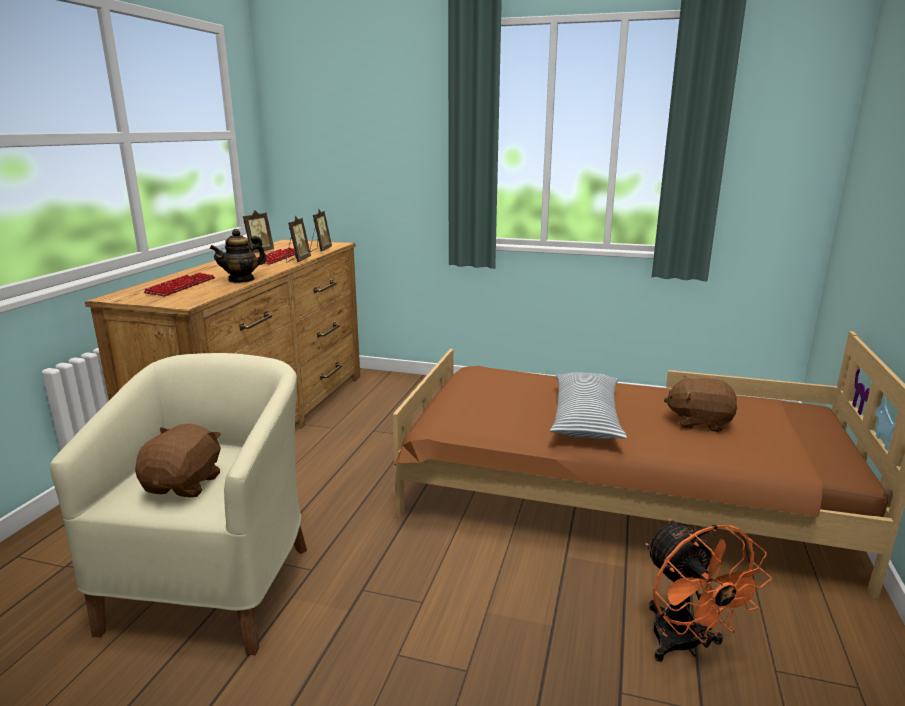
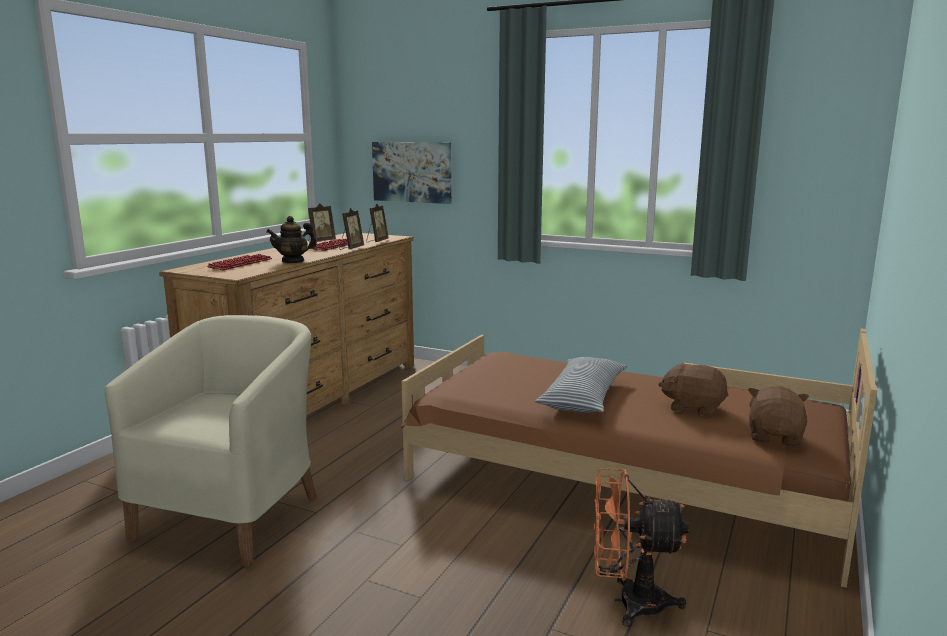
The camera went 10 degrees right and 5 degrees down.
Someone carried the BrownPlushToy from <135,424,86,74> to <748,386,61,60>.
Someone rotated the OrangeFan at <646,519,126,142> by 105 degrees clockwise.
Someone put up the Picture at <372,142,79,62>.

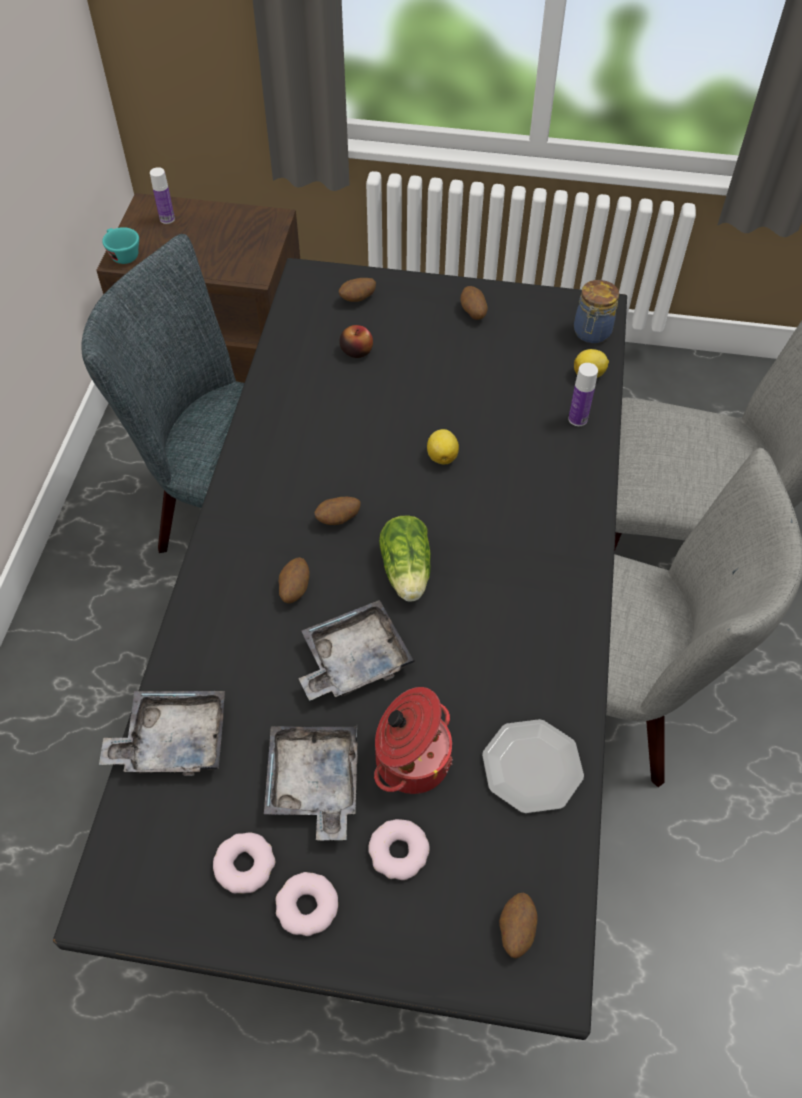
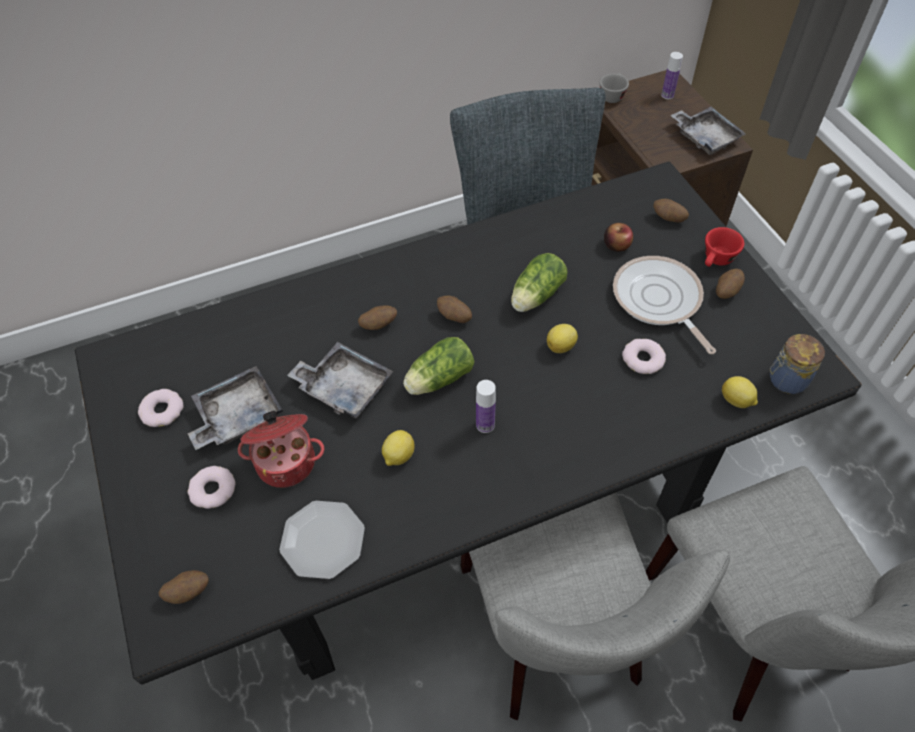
The camera went 60 degrees right and 0 degrees up.
Someone repainted the TurquoiseCup at <102,227,37,37>, which became the GreyCup at <599,73,30,30>.
Someone carried the Bottle from <568,363,30,63> to <476,380,20,53>.
Someone carried the GreyTray from <99,691,126,85> to <670,107,76,48>.
Someone carried the Donut from <275,872,63,64> to <622,339,44,35>.
Someone put down the RedCup at <705,227,39,40>.
Someone put down the Lettuce at <511,253,56,59>.
Someone put down the FryingPan at <613,256,103,98>.
Someone put down the Lemon at <382,430,33,36>.

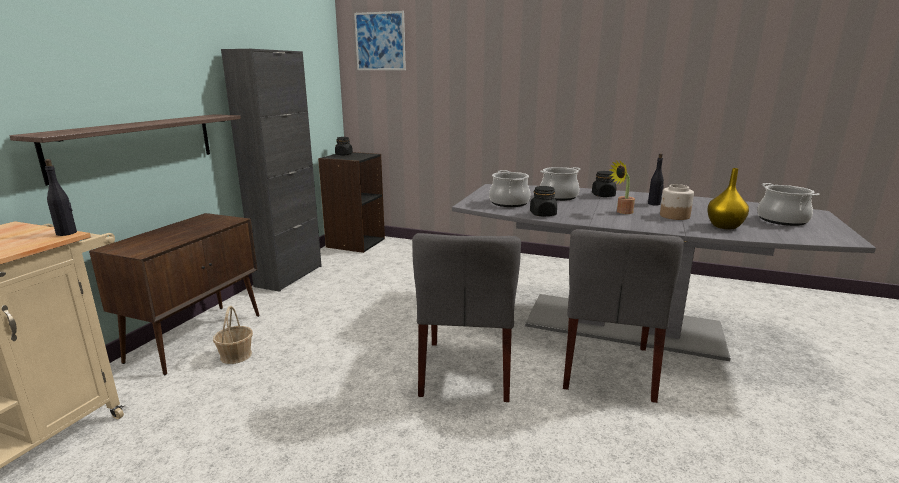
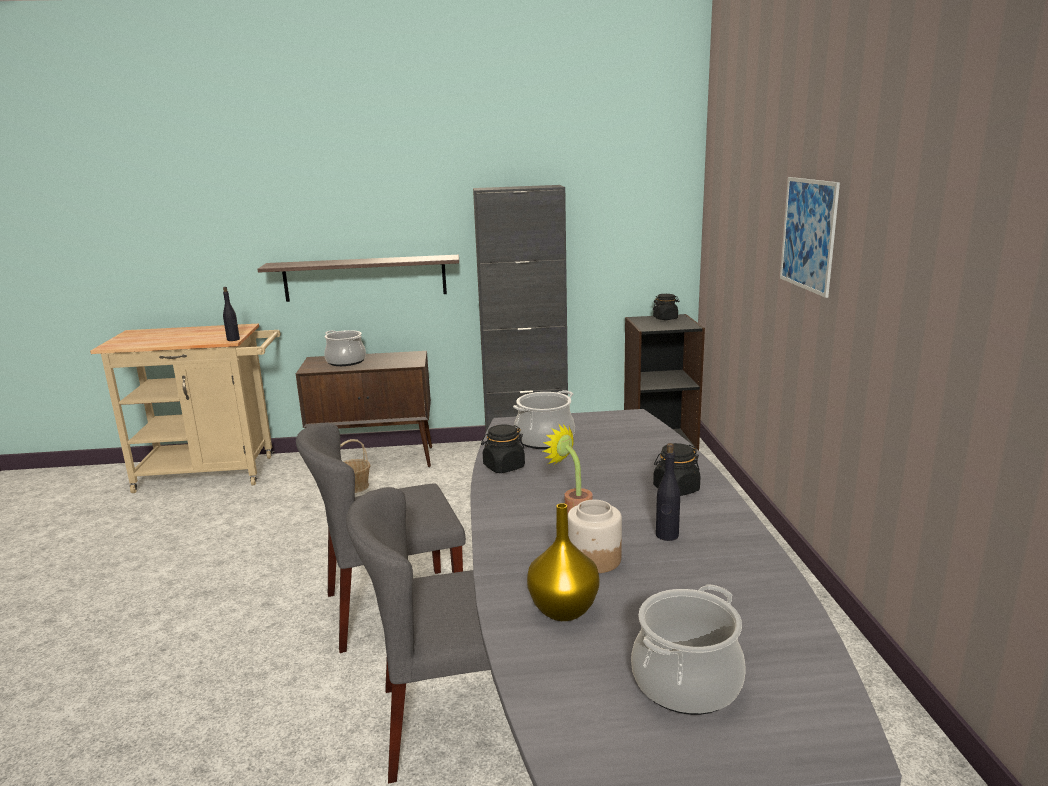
The camera went 65 degrees right and 0 degrees up.
Someone carried the Picture from <354,11,52,59> to <780,177,60,121>.
Someone carried the CookingPot from <540,167,41,34> to <324,330,42,36>.

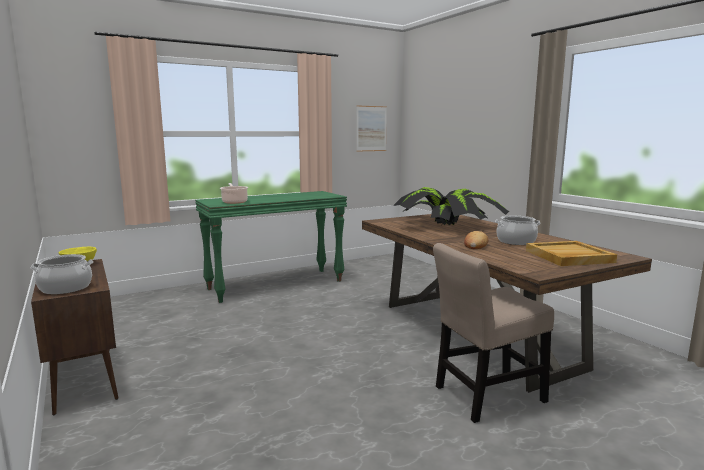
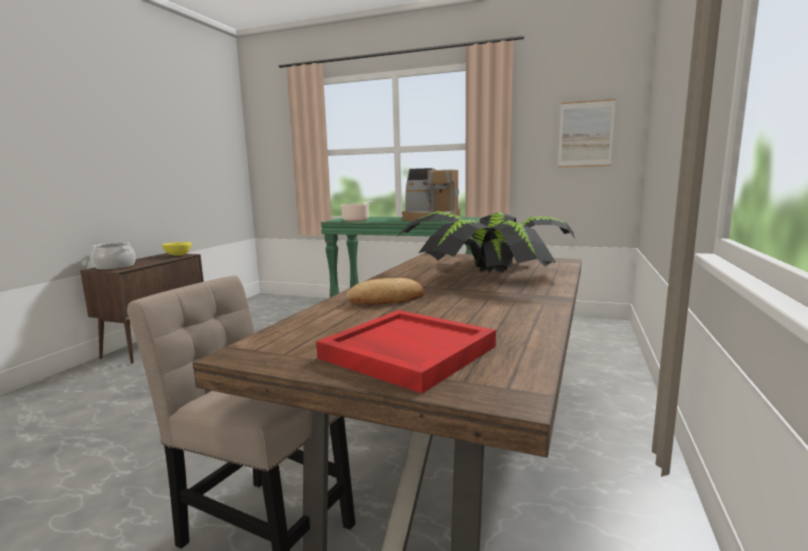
The camera went 50 degrees right and 0 degrees up.
Someone took away the CookingPot at <495,216,46,29>.
Someone repainted the BeigeTray at <526,241,91,25>, which became the RedTray at <316,310,180,83>.
Someone put down the CoffeeMachine at <402,168,58,54>.

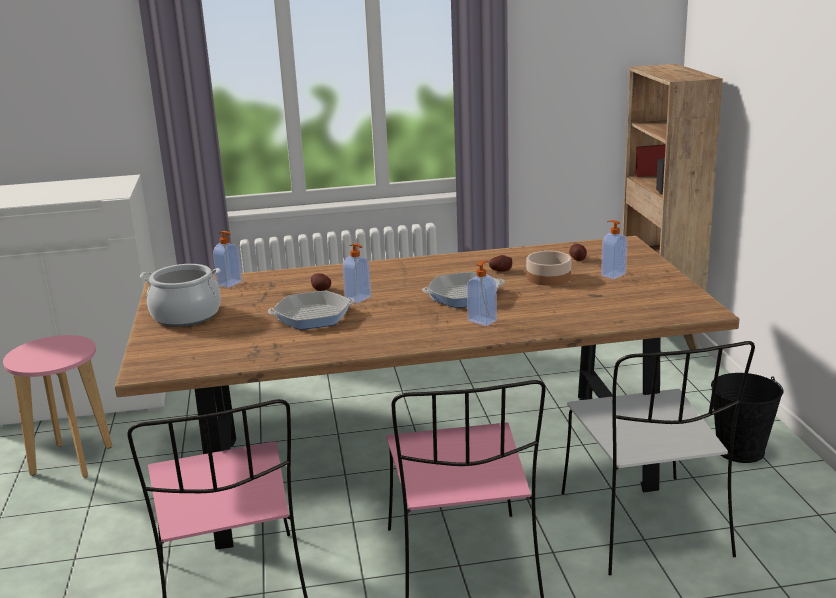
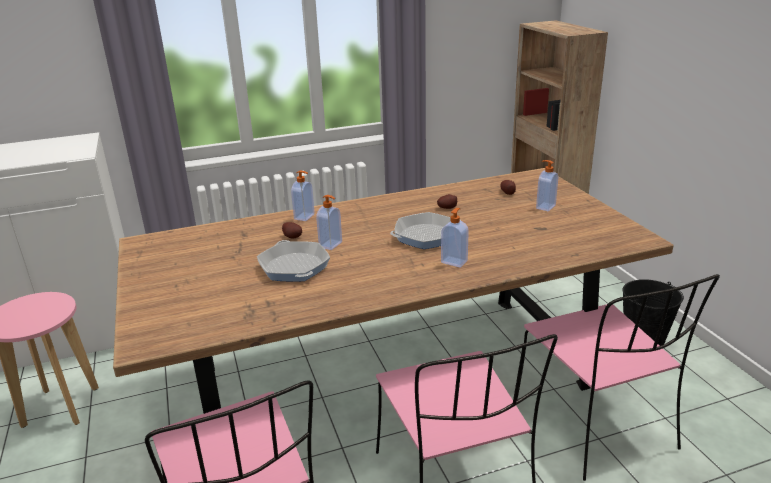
The camera went 10 degrees left and 5 degrees up.
Someone carried the SoapDispenser from <213,231,29,57> to <291,171,24,50>.
Someone took away the Bowl at <527,251,44,35>.
Someone took away the CookingPot at <140,264,81,63>.
Someone rotated the FryingPan at <268,291,87,39> by 90 degrees clockwise.
Someone repainted the WhiteChair at <561,341,194,234>, which became the PinkChair at <517,274,203,207>.

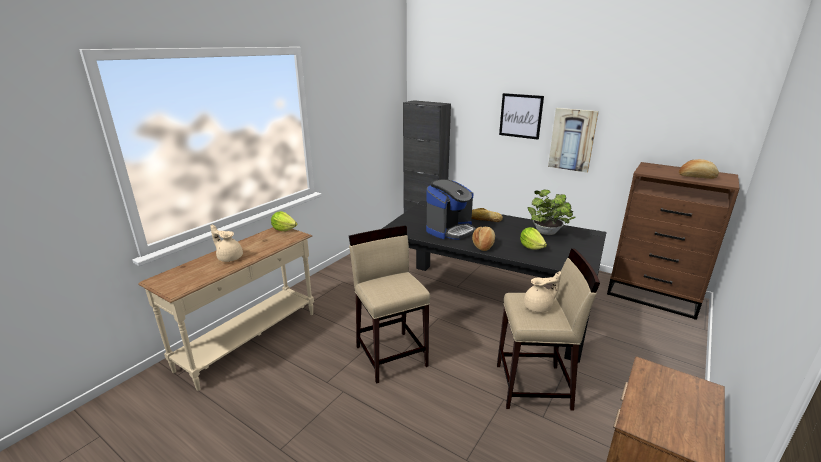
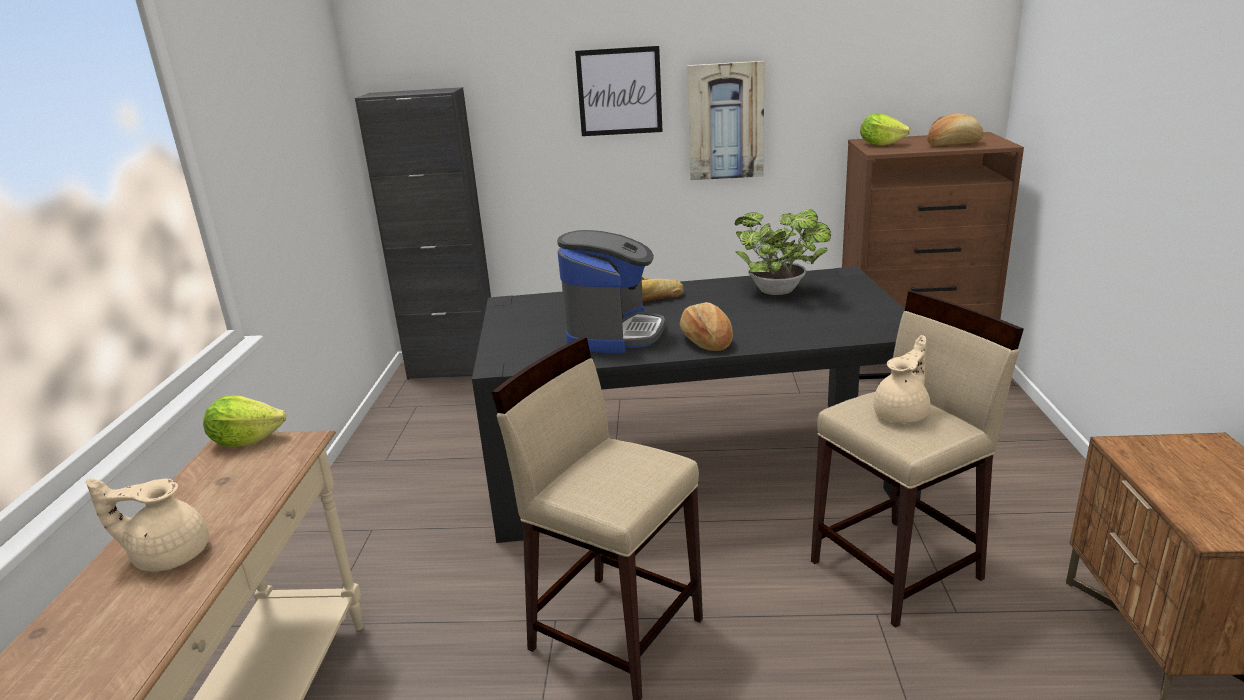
The camera went 30 degrees left and 0 degrees up.
Someone carried the Lettuce from <520,227,27,23> to <860,113,50,33>.

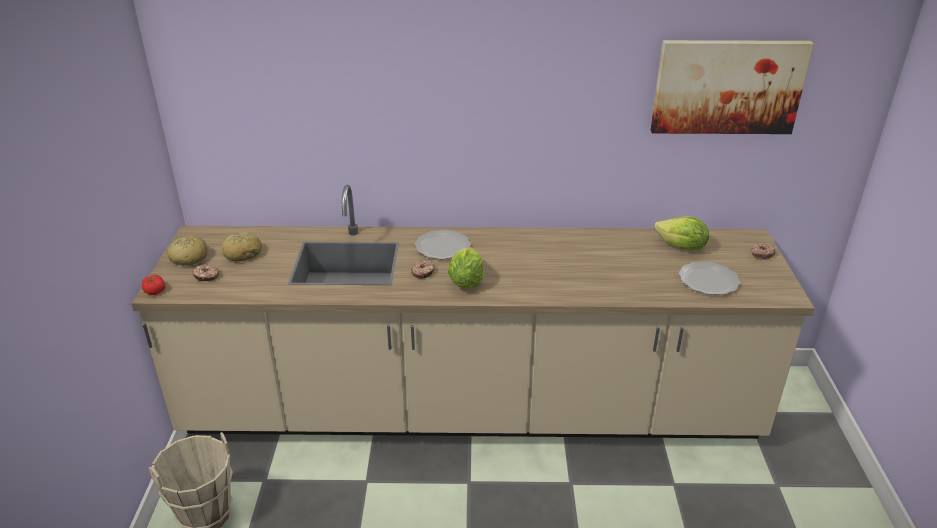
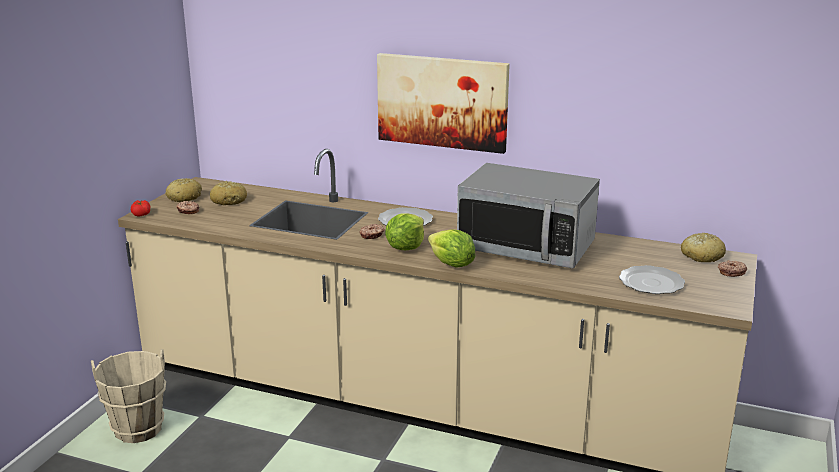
The camera went 20 degrees right and 10 degrees down.
Someone carried the Picture from <651,40,163,94> to <377,53,133,101>.
Someone carried the Lettuce from <654,216,55,34> to <428,229,48,39>.
Someone put down the Microwave at <457,163,143,105>.
Someone put down the Bread at <681,232,45,30>.

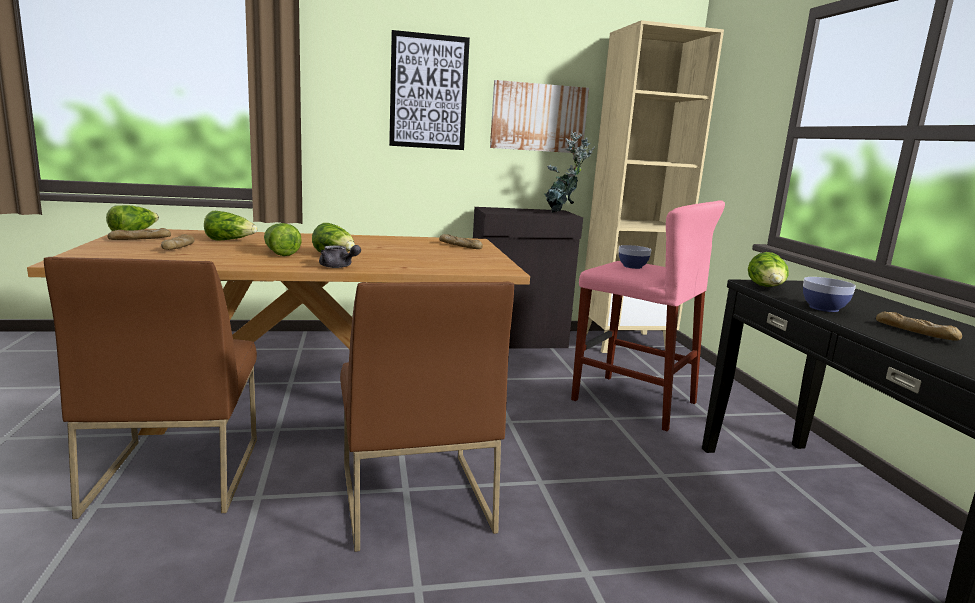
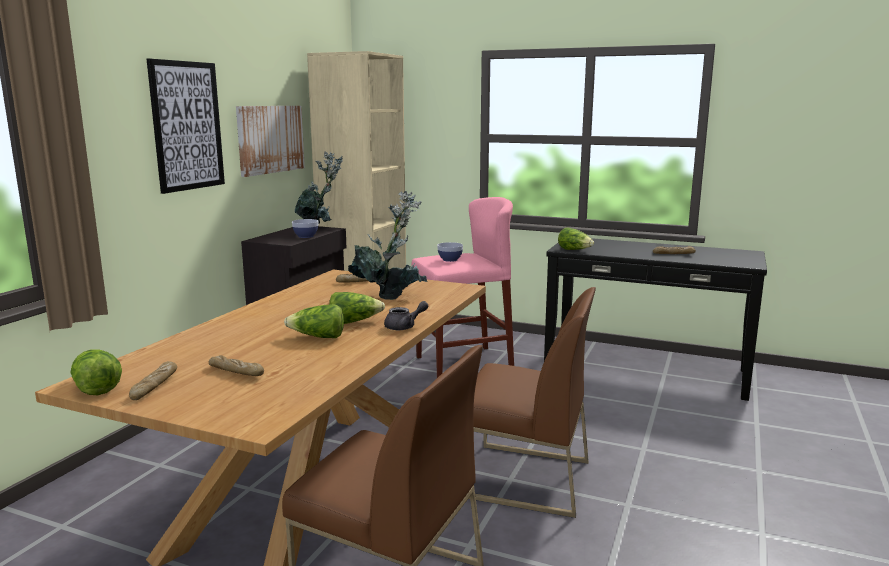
The camera went 55 degrees left and 0 degrees up.
Someone took away the Lettuce at <204,211,54,29>.
Someone carried the Bowl from <803,277,53,35> to <292,219,26,19>.
Someone put down the PottedPlant at <348,191,80,109>.

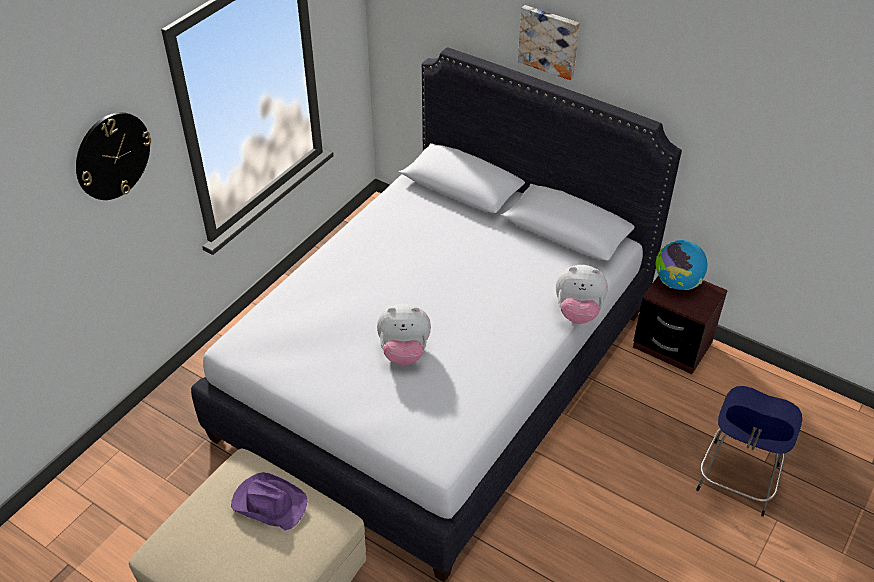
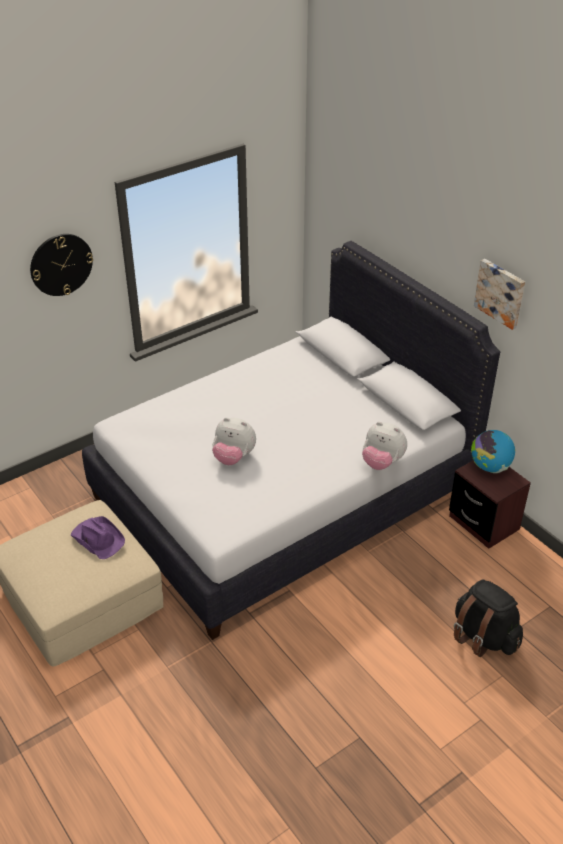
The camera went 20 degrees right and 5 degrees down.
Someone carried the Picture from <518,5,62,75> to <474,259,51,71>.
Someone swapped the BlueStool at <696,386,106,131> for the BlackBackpack at <454,579,69,78>.

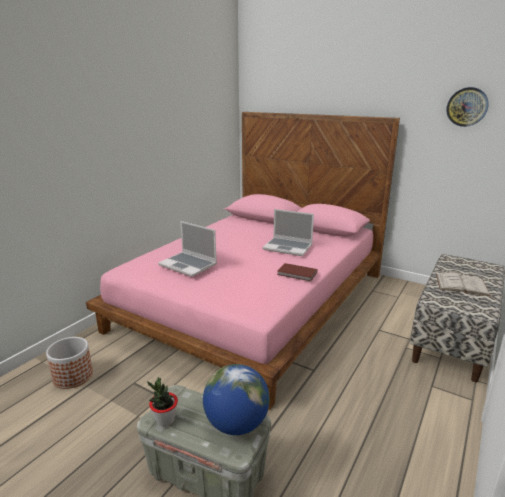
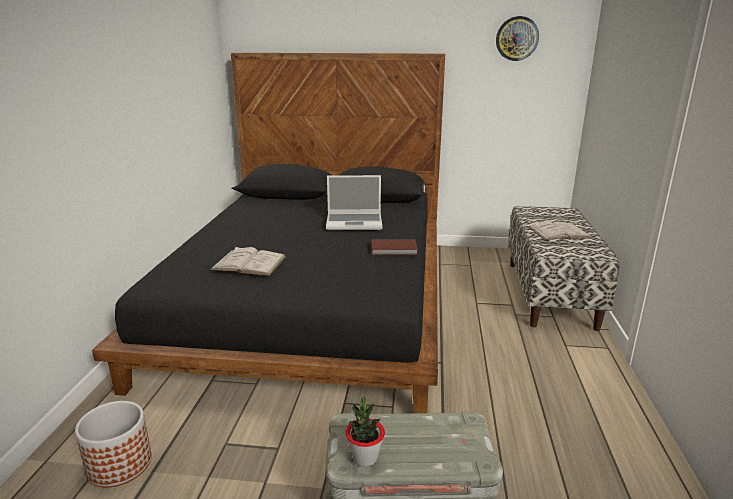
The camera went 25 degrees left and 0 degrees up.
Someone repainted the PinkBed at <86,112,314,298>, which became the BlackBed at <92,53,353,360>.
Someone swapped the Laptop at <158,221,59,56> for the WhiteBook at <210,247,76,29>.
Someone took away the Globe at <203,364,67,71>.

